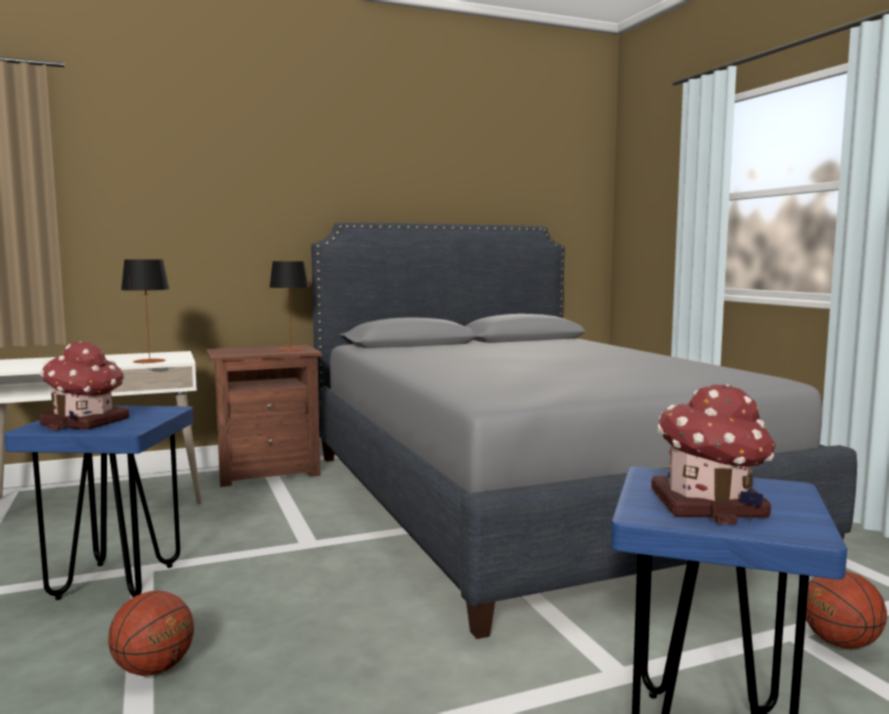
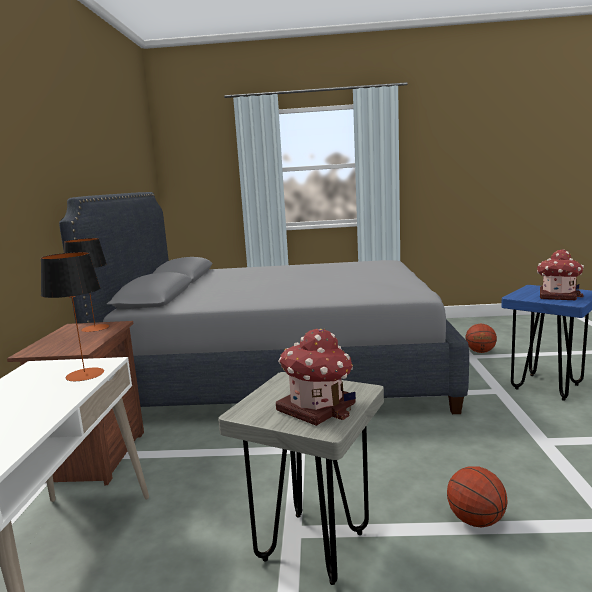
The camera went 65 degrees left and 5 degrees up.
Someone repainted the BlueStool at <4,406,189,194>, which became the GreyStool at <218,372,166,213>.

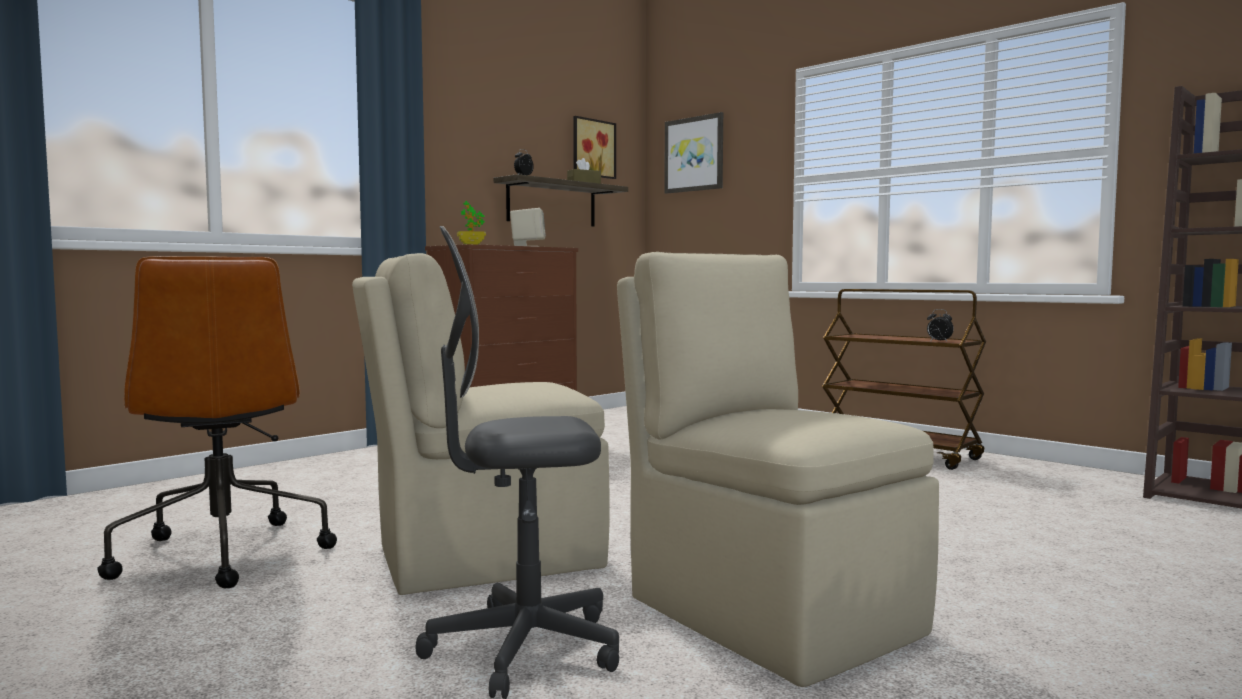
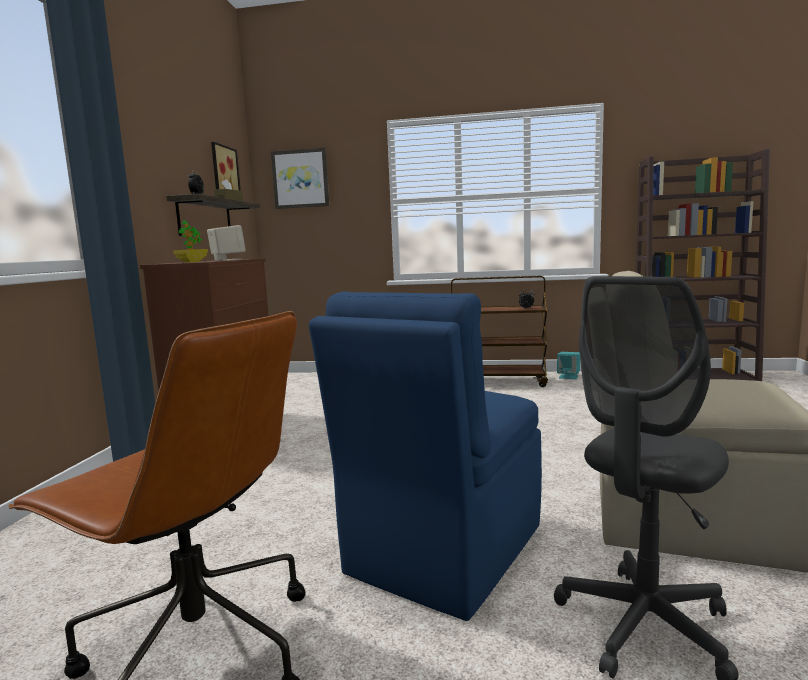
The camera went 35 degrees left and 5 degrees up.
Someone repainted the BeigeChair at <352,253,258,342>, which became the BlueChair at <309,291,233,330>.
Someone put down the TurquoiseSpeaker at <557,352,23,27>.

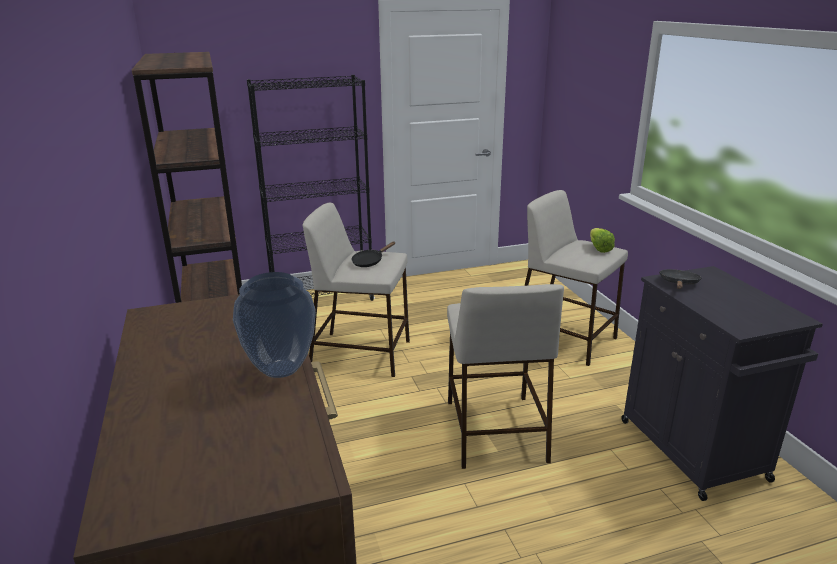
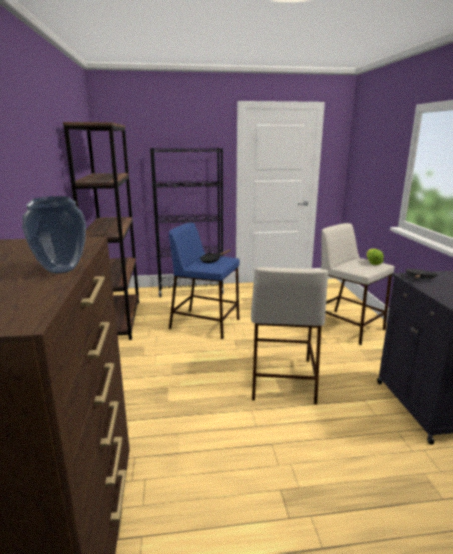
The camera went 10 degrees right and 5 degrees down.
Someone repainted the BeigeStool at <303,203,107,174>, which became the BlueStool at <169,223,71,116>.

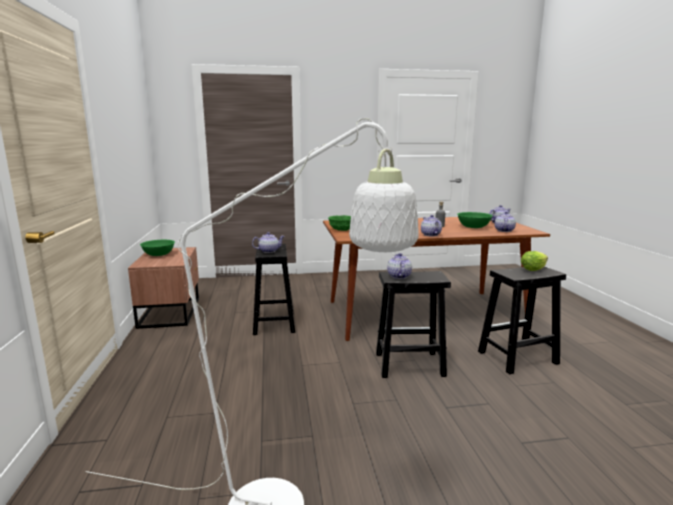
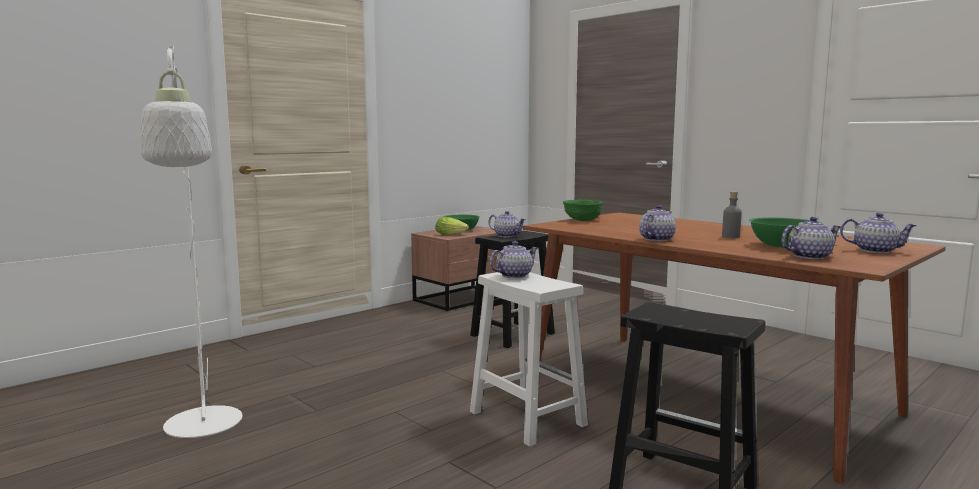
The camera went 55 degrees right and 5 degrees down.
Someone carried the Lettuce from <521,251,27,20> to <435,217,34,18>.
Someone repainted the BlackStool at <376,271,75,107>, which became the WhiteStool at <470,272,118,175>.

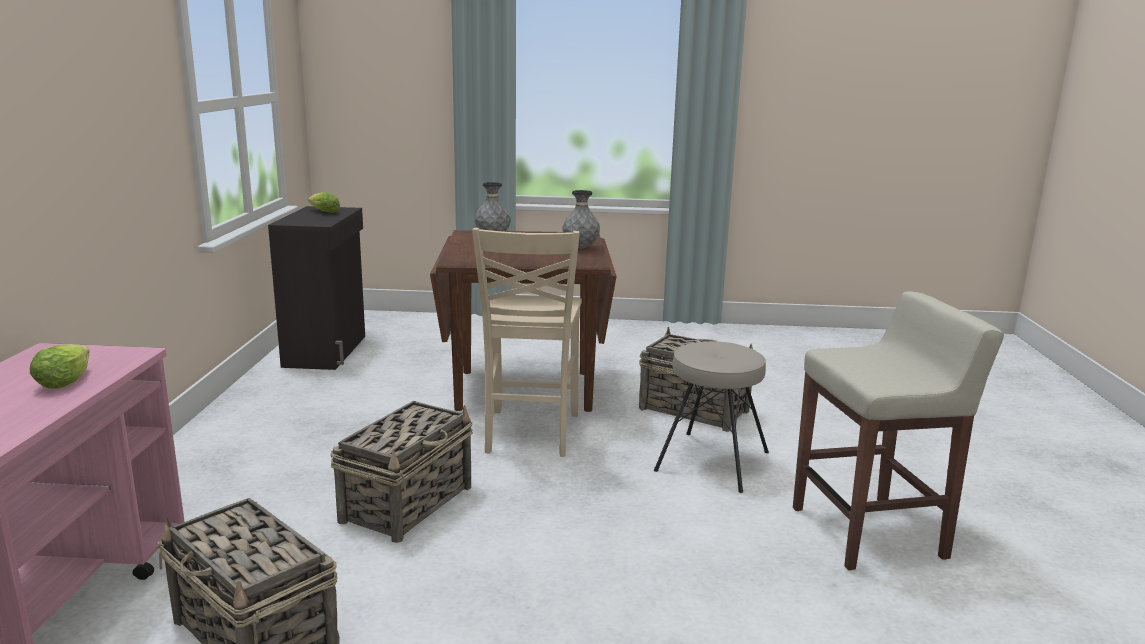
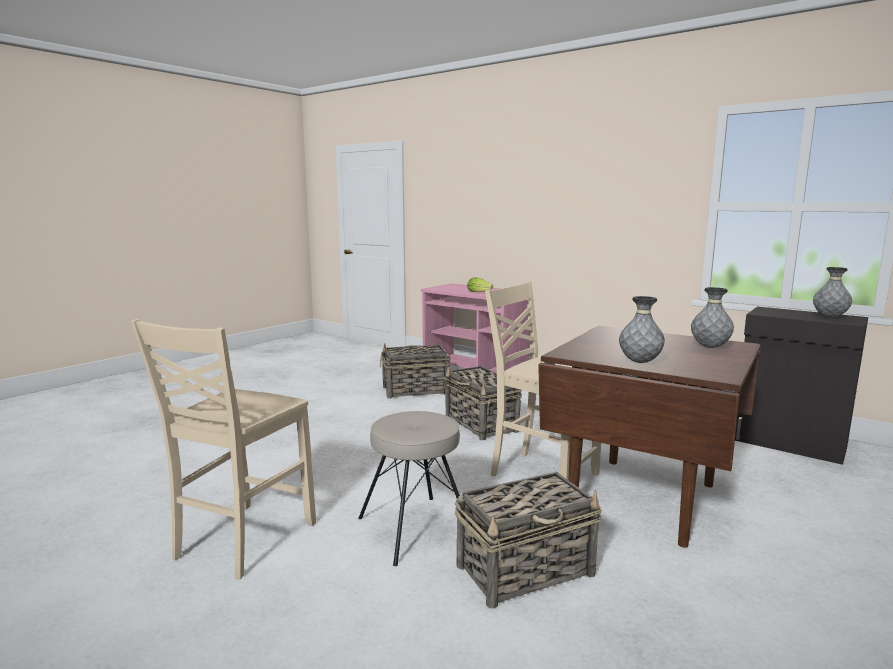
The camera went 125 degrees right and 5 degrees down.
Someone swapped the Lettuce at <308,192,32,21> for the GreyVase at <813,267,39,51>.
Someone swapped the BeigeStool at <793,291,211,279> for the BeigeChair at <131,319,185,260>.

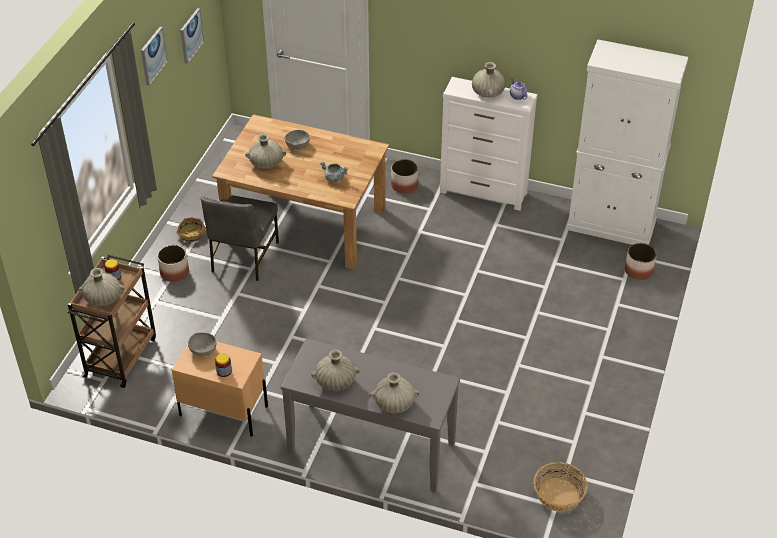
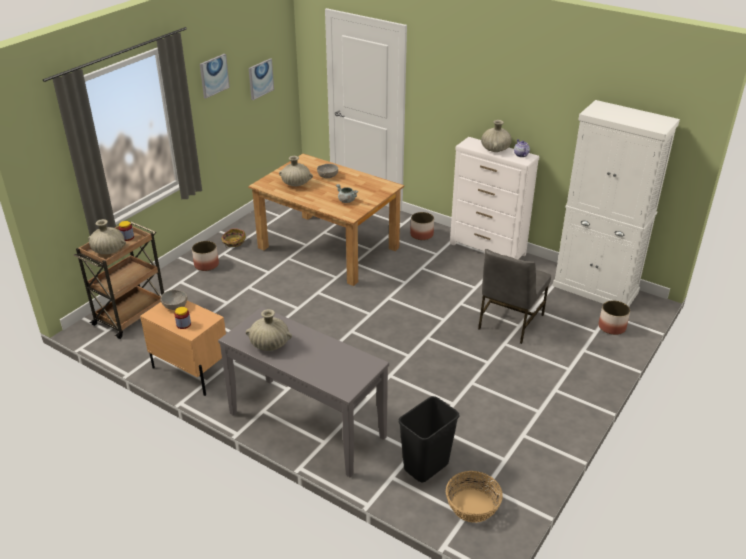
The camera went 15 degrees right and 10 degrees down.
Someone carried the GreyChair from <201,195,78,86> to <478,249,73,95>.
Someone took away the BeigeVase at <370,372,49,41>.
Someone put down the BlackTrashCan at <398,396,61,86>.

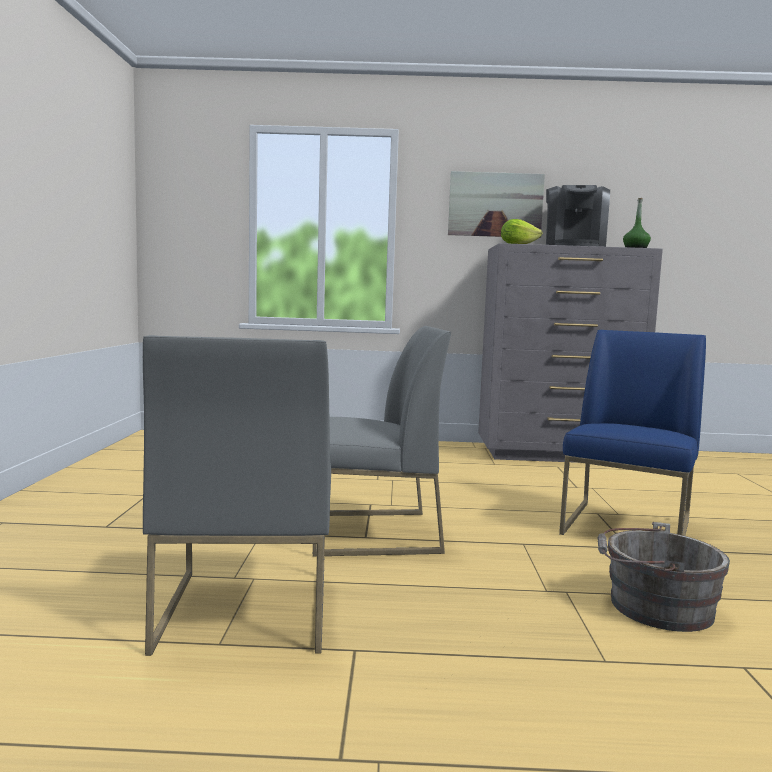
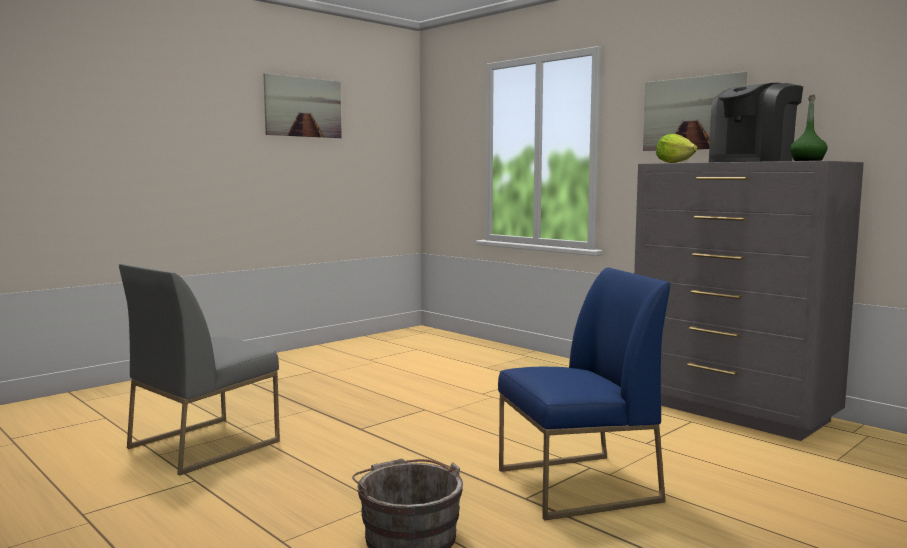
The camera went 45 degrees right and 0 degrees up.
Someone took away the GreyChair at <313,326,138,230>.
Someone put up the Picture at <264,73,78,65>.

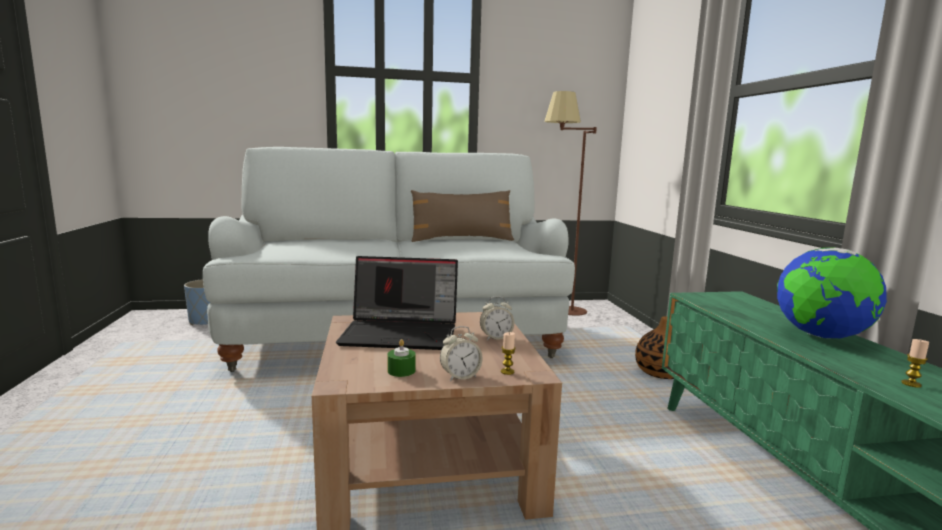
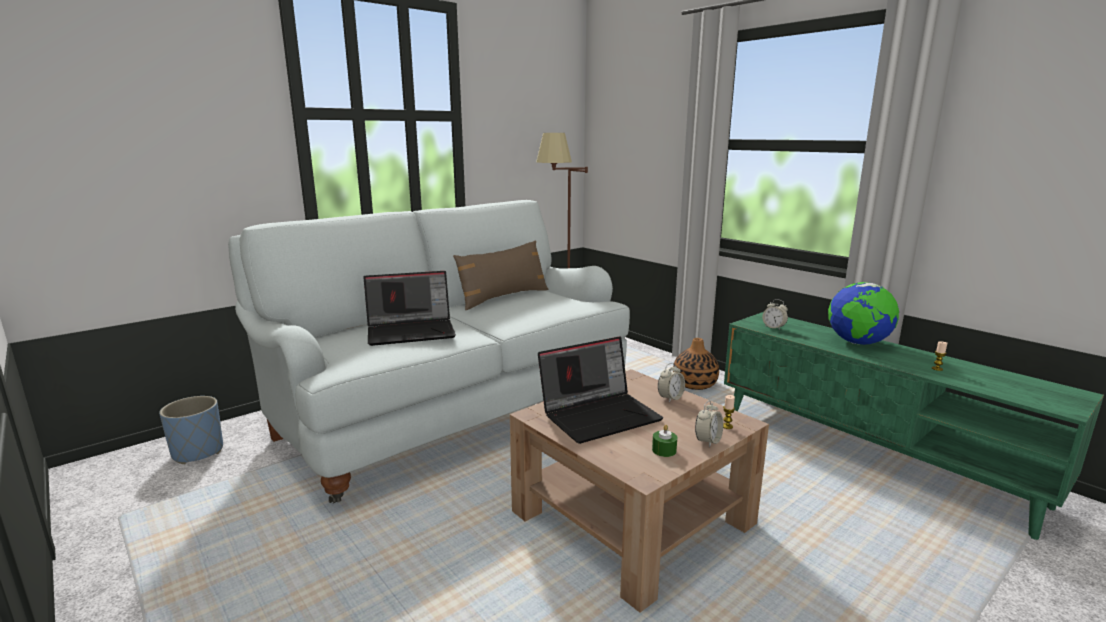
The camera went 30 degrees left and 5 degrees up.
Someone put down the Laptop at <363,271,93,75>.
Someone put down the AlarmClock at <762,299,26,31>.

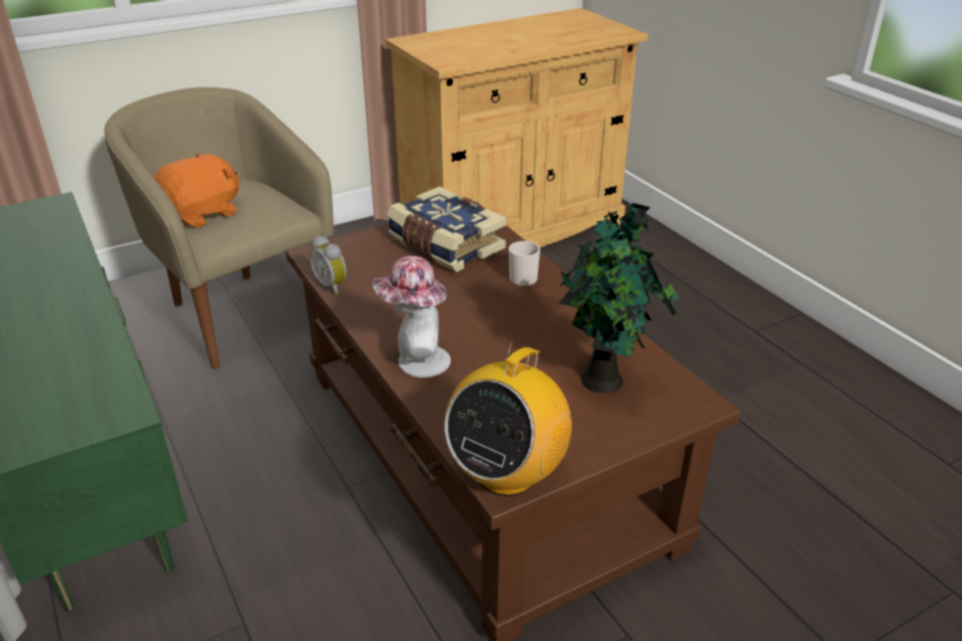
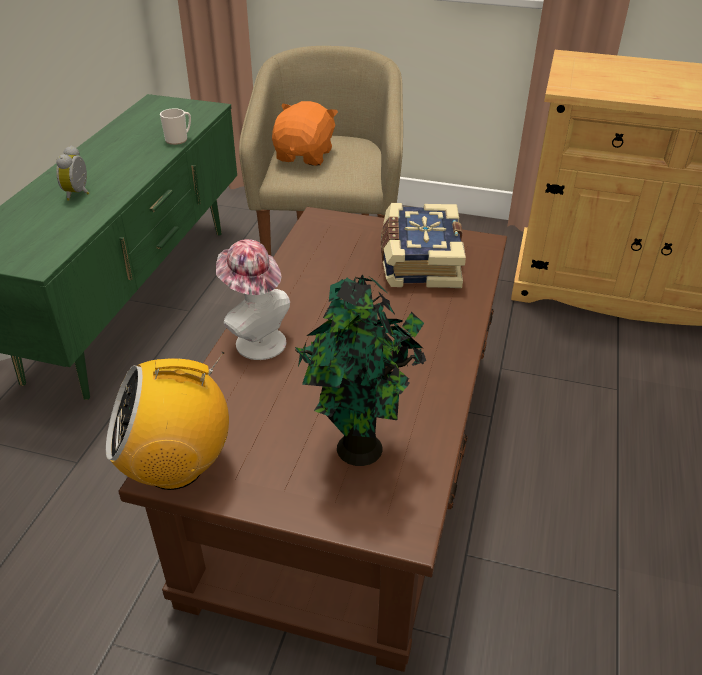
The camera went 45 degrees right and 5 degrees up.
Someone rotated the OrangePlushToy at <154,153,85,75> by 75 degrees counterclockwise.
Someone carried the AlarmClock from <310,236,37,59> to <56,145,33,56>.
Someone carried the Mug from <509,241,31,46> to <160,108,31,37>.

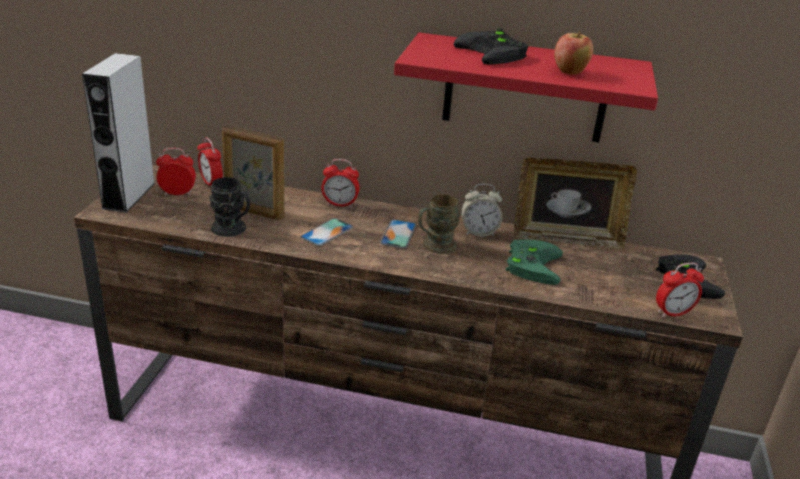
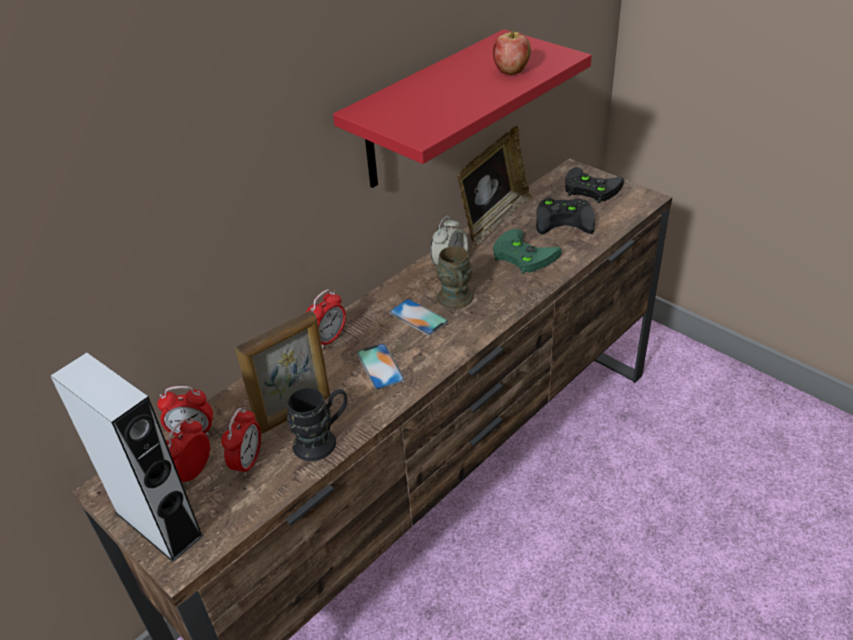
The camera went 55 degrees left and 10 degrees up.
Someone carried the BlackGameController from <454,28,74,37> to <536,197,59,37>.
Someone carried the AlarmClock from <656,263,48,54> to <221,407,40,69>.

